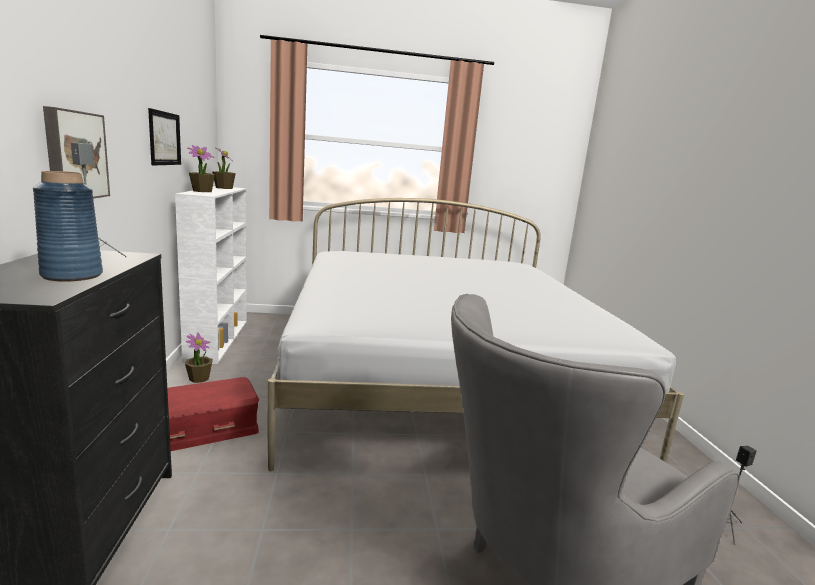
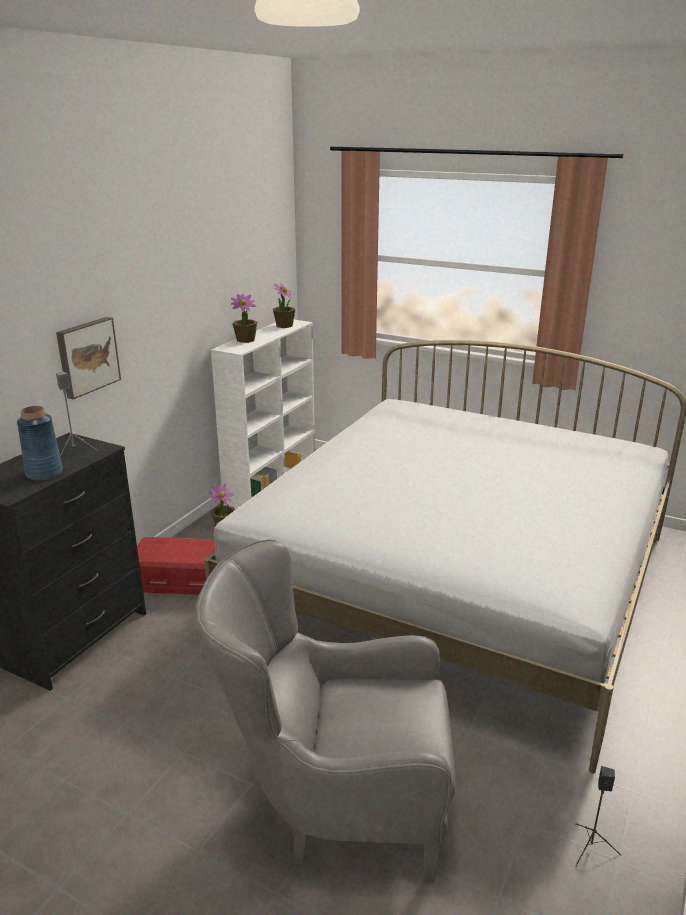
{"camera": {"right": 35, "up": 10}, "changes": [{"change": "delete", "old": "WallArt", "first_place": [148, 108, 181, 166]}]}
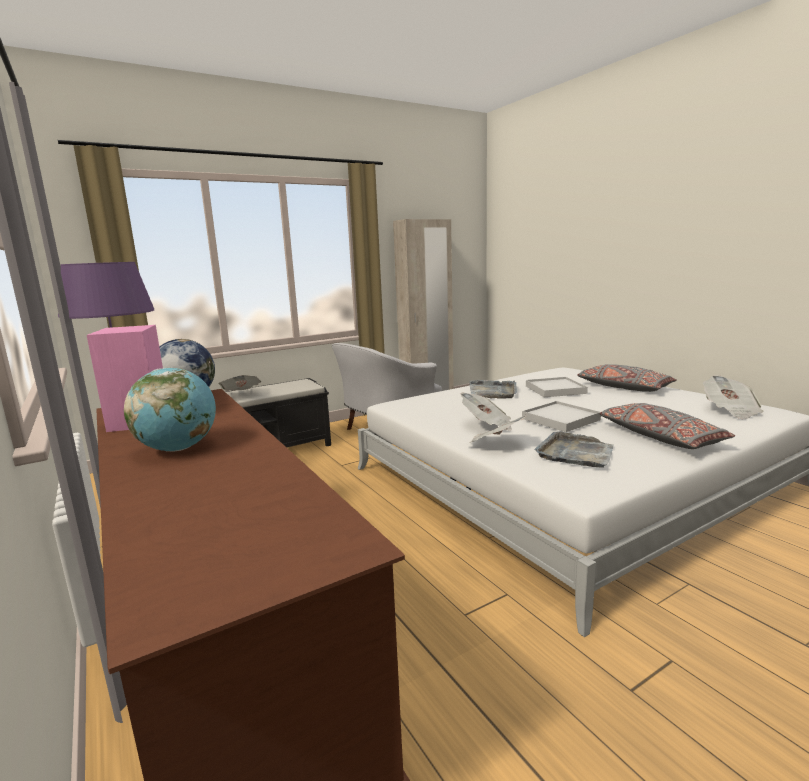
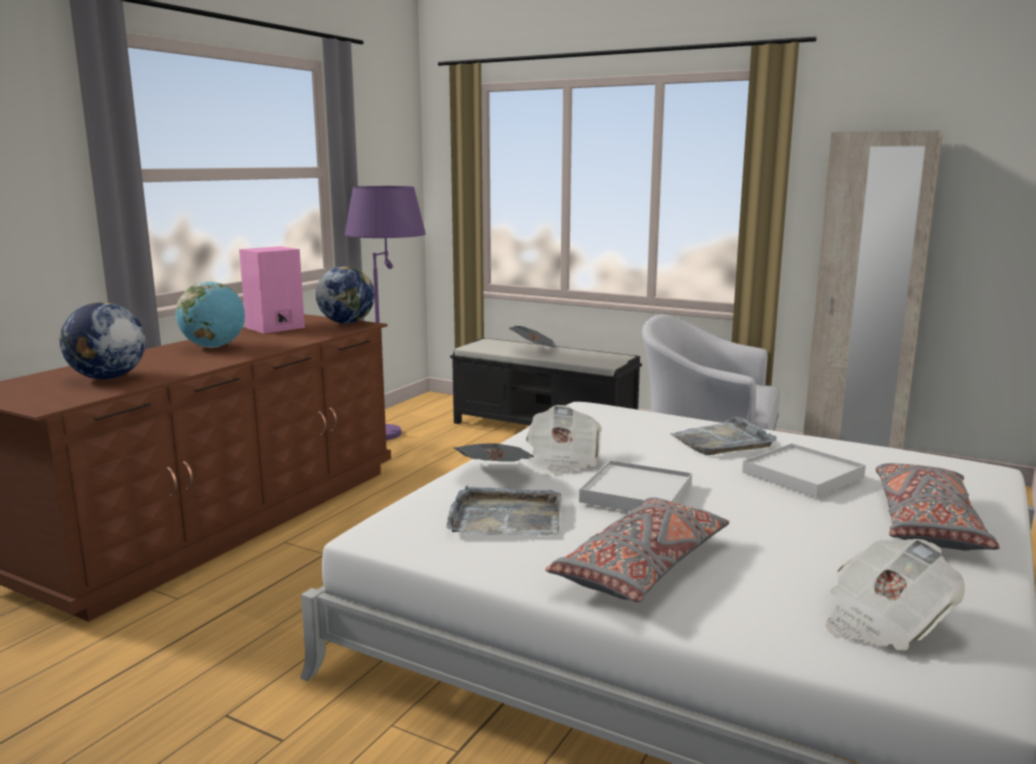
{"camera": {"right": 60, "up": 0}, "changes": [{"change": "insert", "new": "WorldGlobe", "second_place": [59, 302, 146, 379]}]}
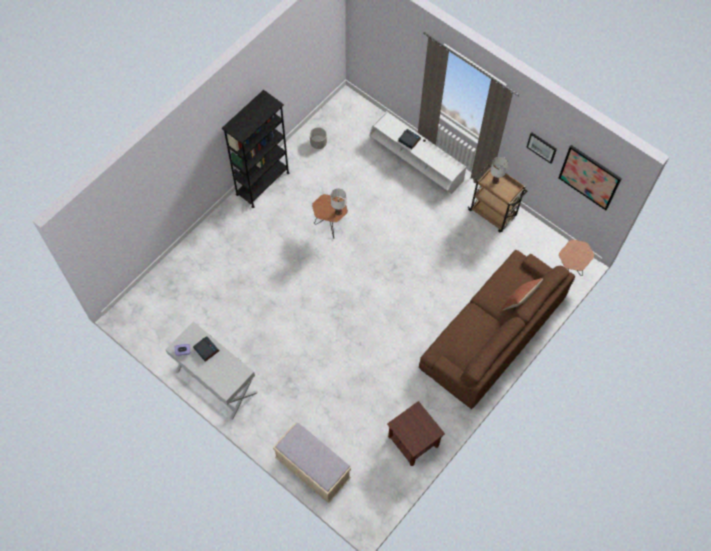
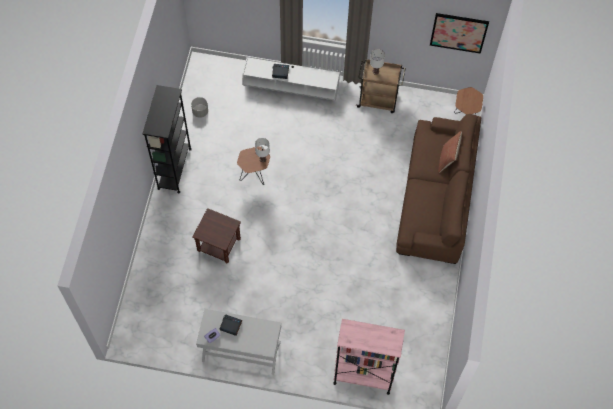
{"camera": {"right": -30, "up": 0}, "changes": [{"change": "replace", "old": "BeigeColouredBench", "new": "PinkShelvingUnit", "first_place": [273, 422, 351, 503], "second_place": [333, 319, 405, 395]}, {"change": "move", "old": "BrownishEndTable", "first_place": [387, 401, 445, 466], "second_place": [192, 208, 241, 263]}, {"change": "delete", "old": "WallArt", "first_place": [527, 132, 557, 164]}]}
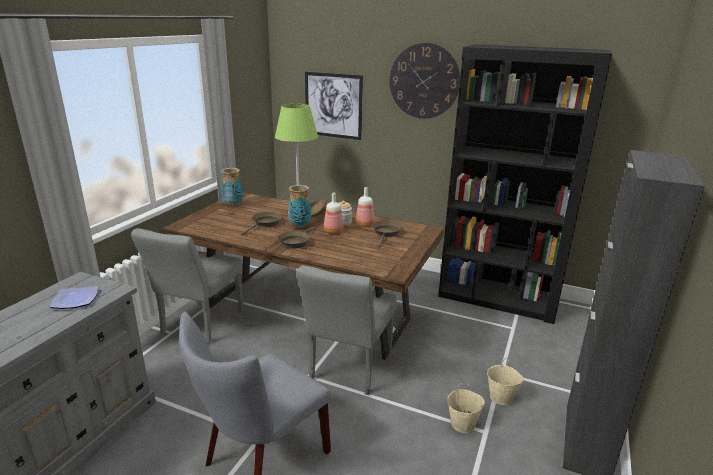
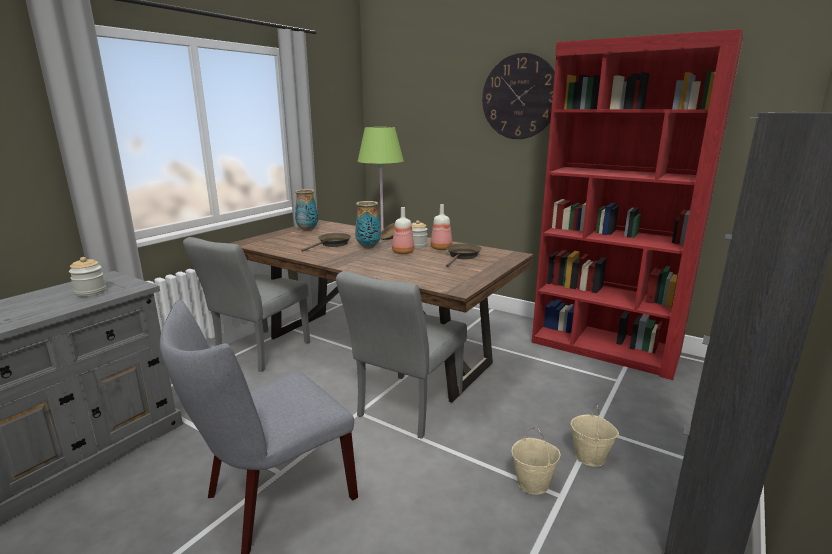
{"camera": {"right": 10, "up": -5}, "changes": [{"change": "replace", "old": "Plate", "new": "Jar", "first_place": [49, 286, 98, 309], "second_place": [69, 257, 106, 297]}, {"change": "delete", "old": "BrownishSkillet", "first_place": [278, 227, 316, 249]}, {"change": "delete", "old": "WallArt", "first_place": [305, 72, 363, 140]}, {"change": "recolor", "old": "BlackishShelvingUnit", "new": "RedColouredShelvingUnit", "first_place": [438, 44, 612, 324], "second_place": [532, 29, 743, 380]}]}
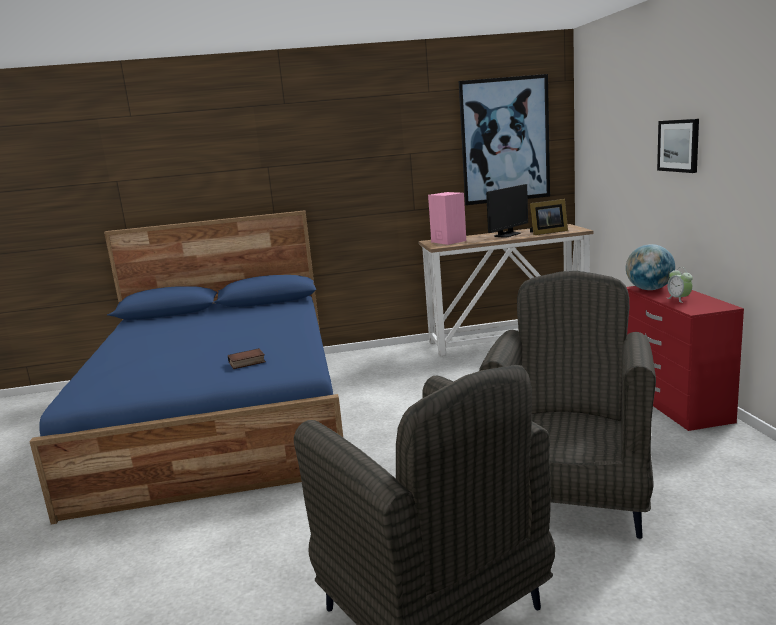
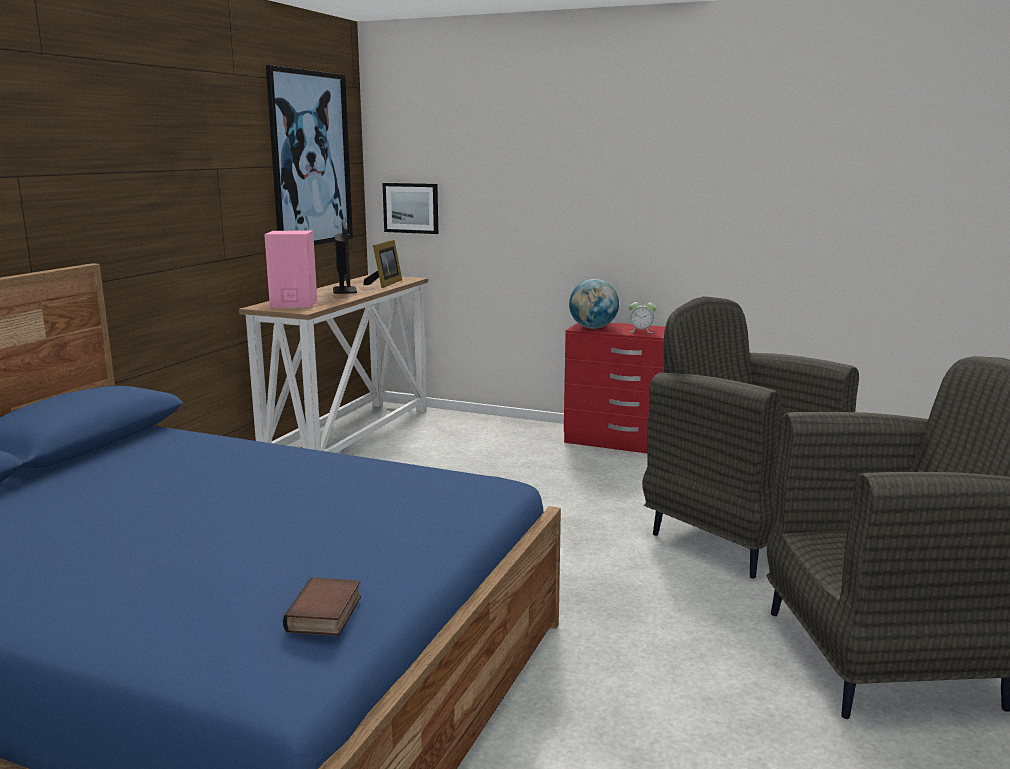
{"camera": {"right": -60, "up": 0}, "changes": [{"change": "move", "old": "BoundBook", "first_place": [228, 348, 266, 369], "second_place": [283, 577, 361, 636]}, {"change": "move", "old": "WallArt", "first_place": [657, 119, 699, 173], "second_place": [382, 183, 438, 234]}]}
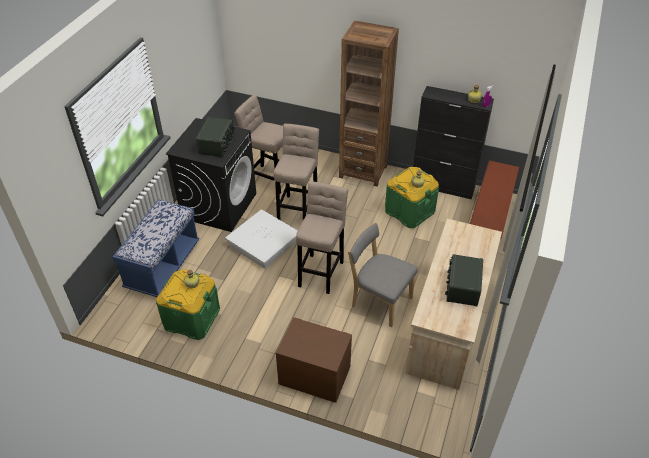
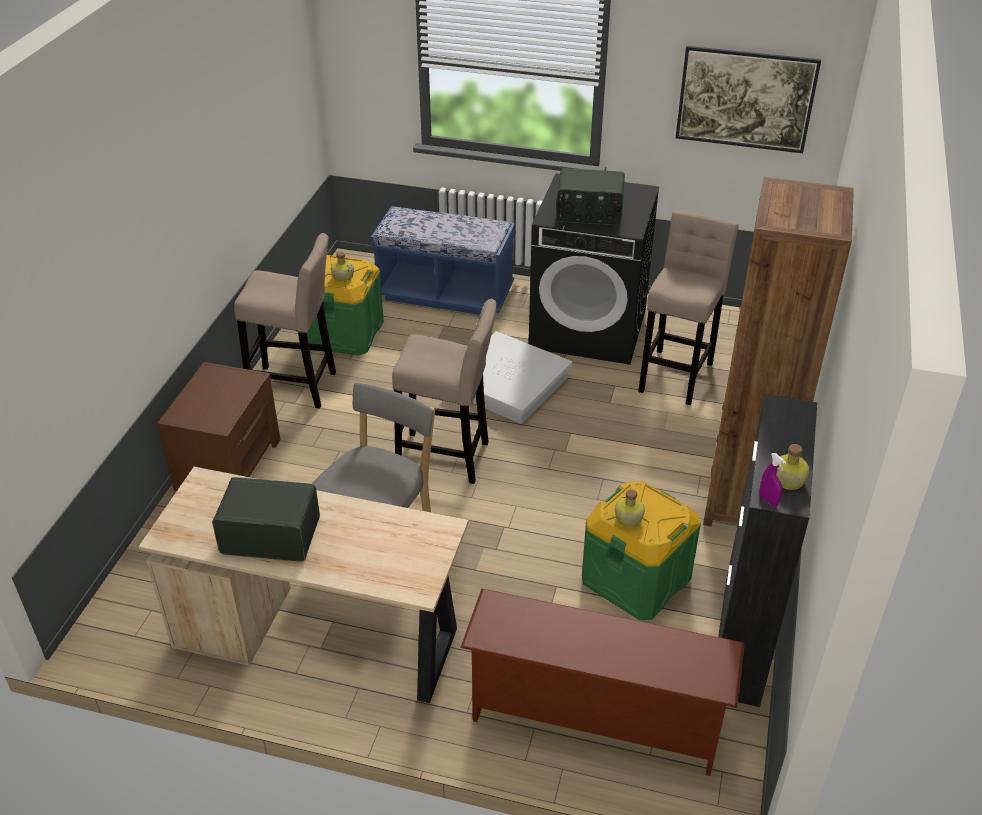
{"camera": {"right": 85, "up": -5}, "changes": [{"change": "move", "old": "BeigeColouredStoolSeat", "first_place": [274, 124, 319, 220], "second_place": [234, 233, 336, 408]}, {"change": "insert", "new": "WallArt", "second_place": [676, 46, 821, 153]}]}
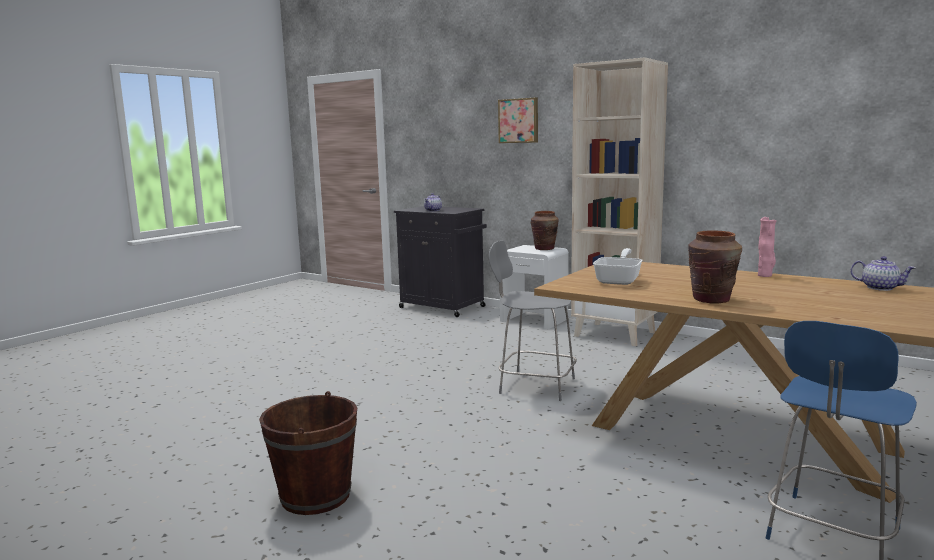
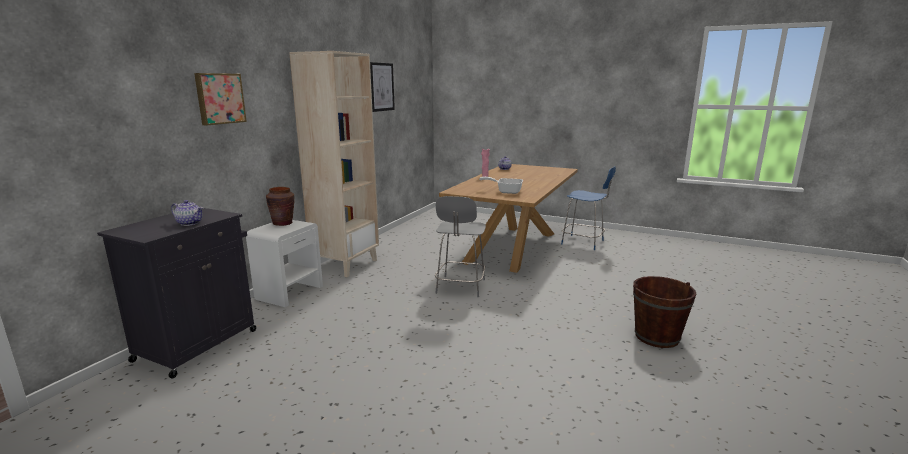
{"camera": {"right": -100, "up": 5}, "changes": [{"change": "delete", "old": "BrownishFlowerVase", "first_place": [688, 230, 742, 303]}, {"change": "insert", "new": "WallArt", "second_place": [370, 62, 395, 112]}]}
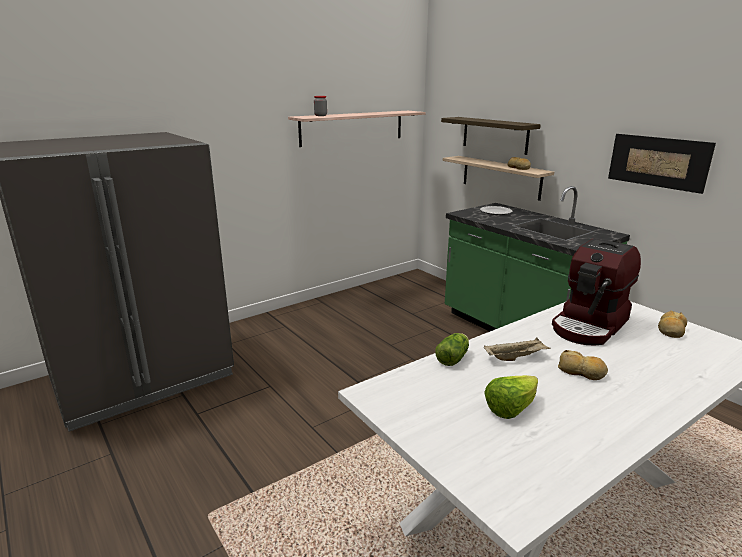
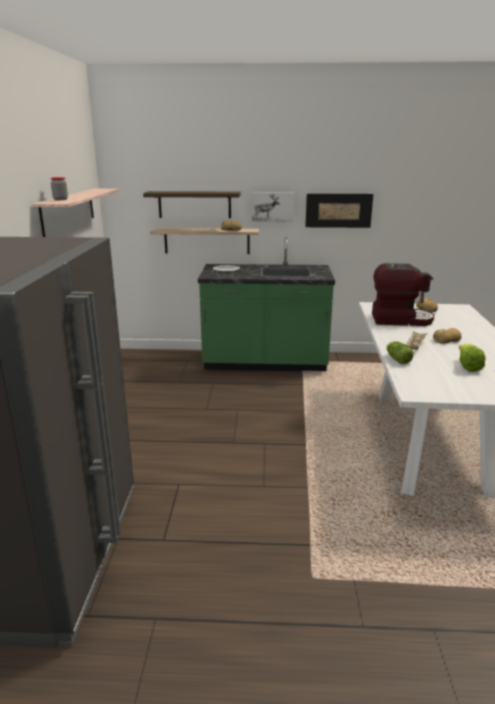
{"camera": {"right": -50, "up": 0}, "changes": [{"change": "rotate", "old": "CoffeeMachine", "first_place": [552, 238, 641, 346], "second_place": [372, 263, 434, 326], "degrees": -75}, {"change": "insert", "new": "WallArt", "second_place": [252, 192, 294, 222]}]}
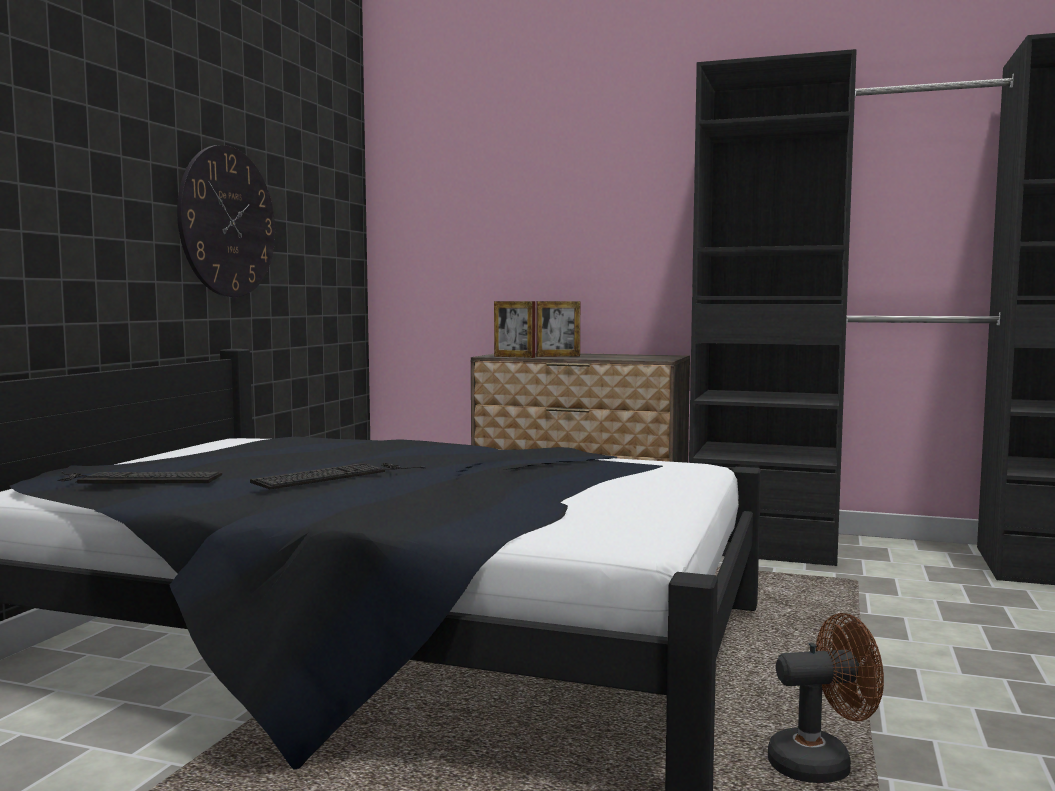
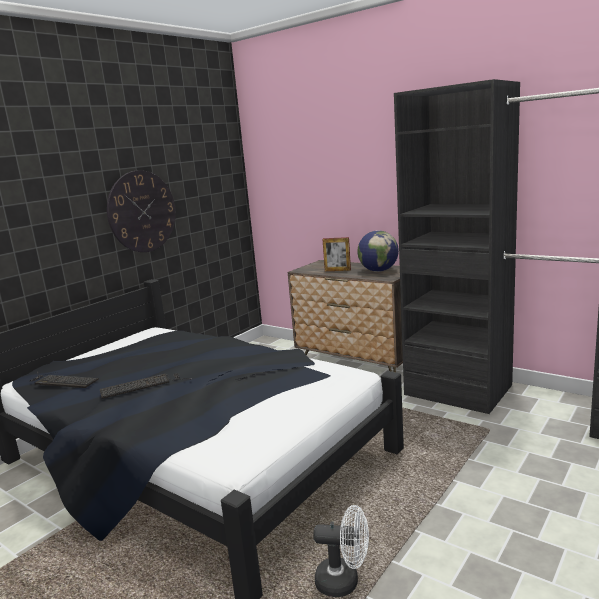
{"camera": {"right": 20, "up": 10}, "changes": [{"change": "delete", "old": "StandingFrame", "first_place": [494, 301, 535, 358]}, {"change": "recolor", "old": "BrownishElectricFan", "new": "WhitishElectricFan", "first_place": [768, 613, 884, 783], "second_place": [313, 505, 369, 597]}, {"change": "insert", "new": "WorldGlobe", "second_place": [357, 230, 399, 272]}]}
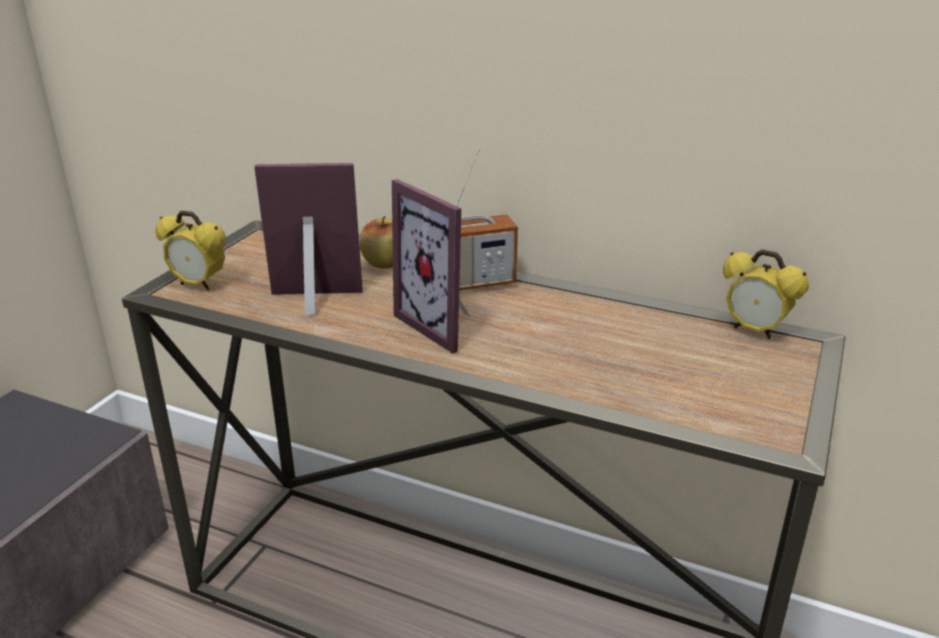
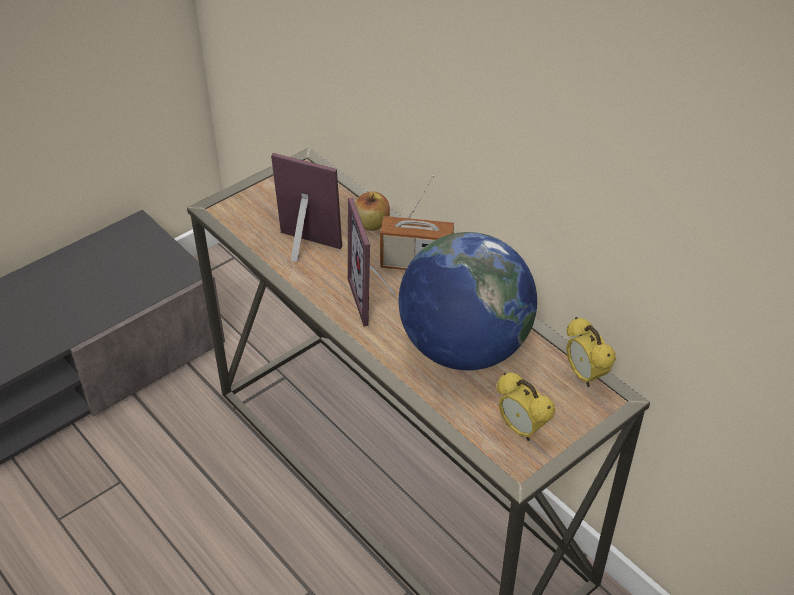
{"camera": {"right": 25, "up": 15}, "changes": [{"change": "move", "old": "BedsideClock", "first_place": [155, 211, 225, 291], "second_place": [497, 372, 555, 441]}, {"change": "insert", "new": "WorldGlobe", "second_place": [399, 232, 537, 370]}]}
